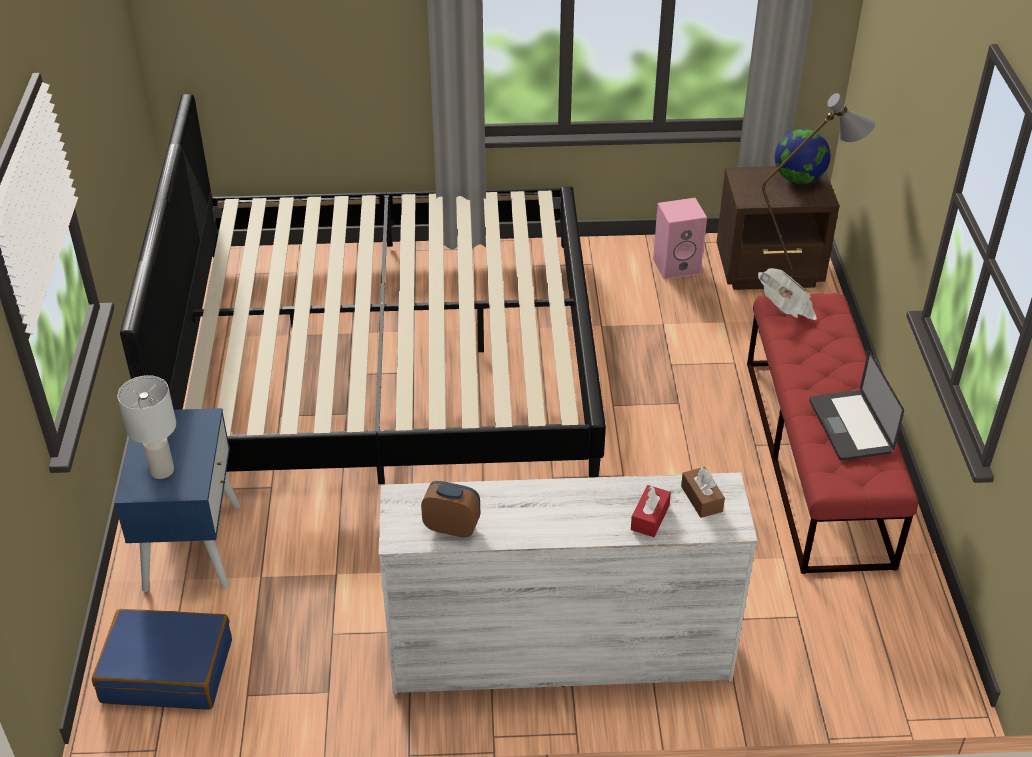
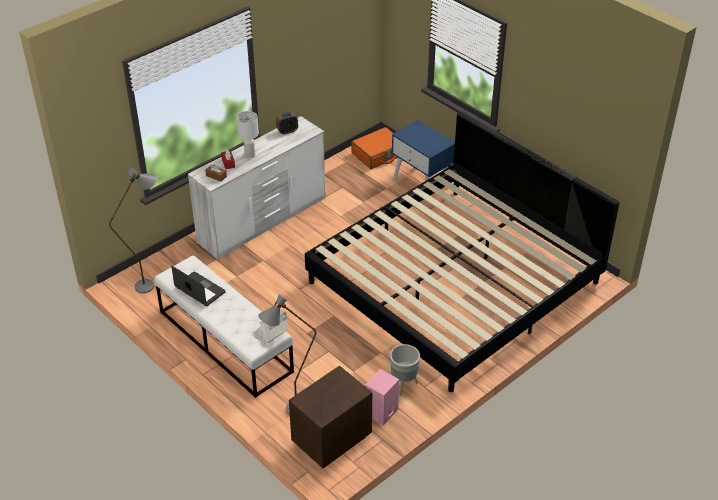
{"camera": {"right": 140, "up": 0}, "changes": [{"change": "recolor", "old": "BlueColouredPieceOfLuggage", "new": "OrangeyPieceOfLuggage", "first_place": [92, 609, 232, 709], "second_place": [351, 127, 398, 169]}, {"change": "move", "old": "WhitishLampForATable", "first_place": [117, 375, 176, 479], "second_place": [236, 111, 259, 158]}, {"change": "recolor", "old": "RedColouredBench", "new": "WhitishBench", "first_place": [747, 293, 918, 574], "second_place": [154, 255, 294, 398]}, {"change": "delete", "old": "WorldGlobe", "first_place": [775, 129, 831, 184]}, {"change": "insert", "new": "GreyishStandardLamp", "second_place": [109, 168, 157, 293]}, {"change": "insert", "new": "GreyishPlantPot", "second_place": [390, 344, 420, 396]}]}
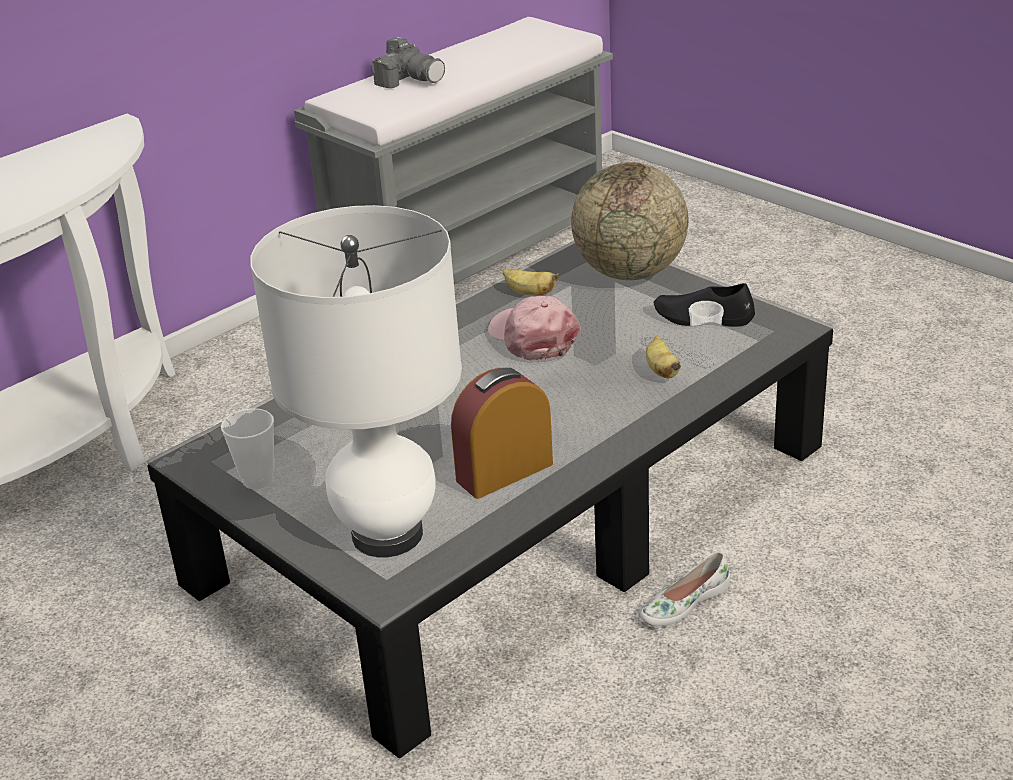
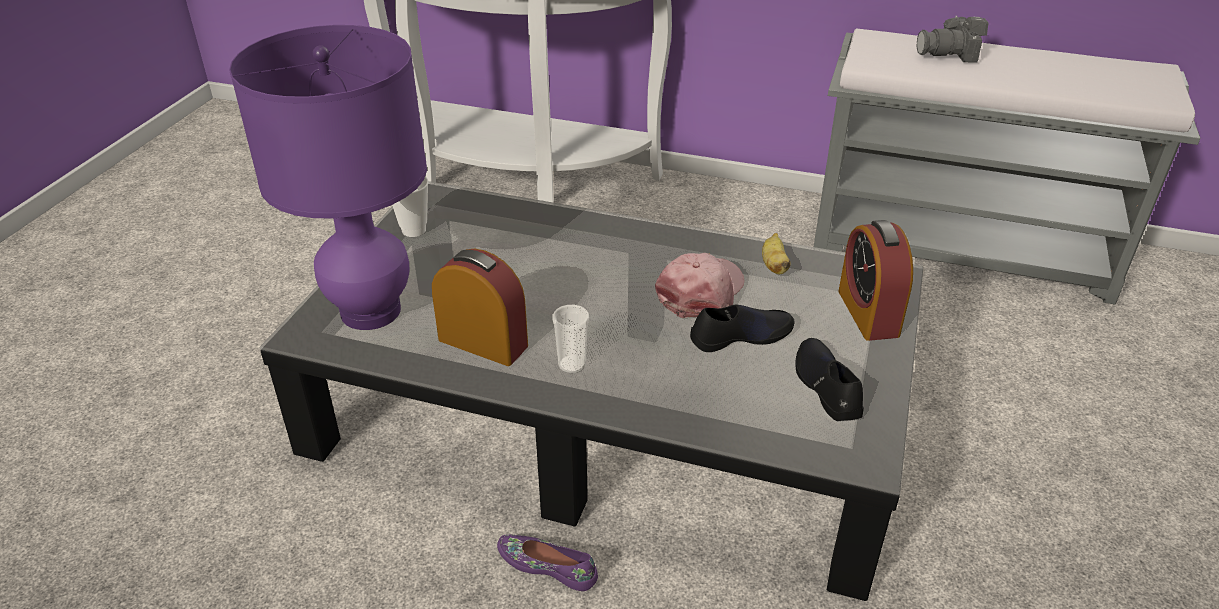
{"camera": {"right": 60, "up": 5}, "changes": [{"change": "recolor", "old": "WhitishLampForATable", "new": "PurpleColouredLampForATable", "first_place": [250, 205, 462, 557], "second_place": [229, 25, 427, 330]}, {"change": "rotate", "old": "PhotoCamera", "first_place": [371, 37, 445, 88], "second_place": [916, 16, 988, 63], "degrees": 75}, {"change": "replace", "old": "WorldGlobe", "new": "BedsideClock", "first_place": [571, 162, 688, 280], "second_place": [838, 220, 913, 341]}, {"change": "recolor", "old": "WhitishLowShoe", "new": "PurpleColouredLowShoe", "first_place": [640, 552, 730, 627], "second_place": [497, 534, 598, 591]}, {"change": "delete", "old": "WholeBanana", "first_place": [646, 336, 681, 378]}, {"change": "move", "old": "DrinkingCup", "first_place": [689, 301, 724, 368], "second_place": [552, 305, 589, 373]}, {"change": "insert", "new": "BlackishLowShoe", "second_place": [690, 305, 794, 352]}]}
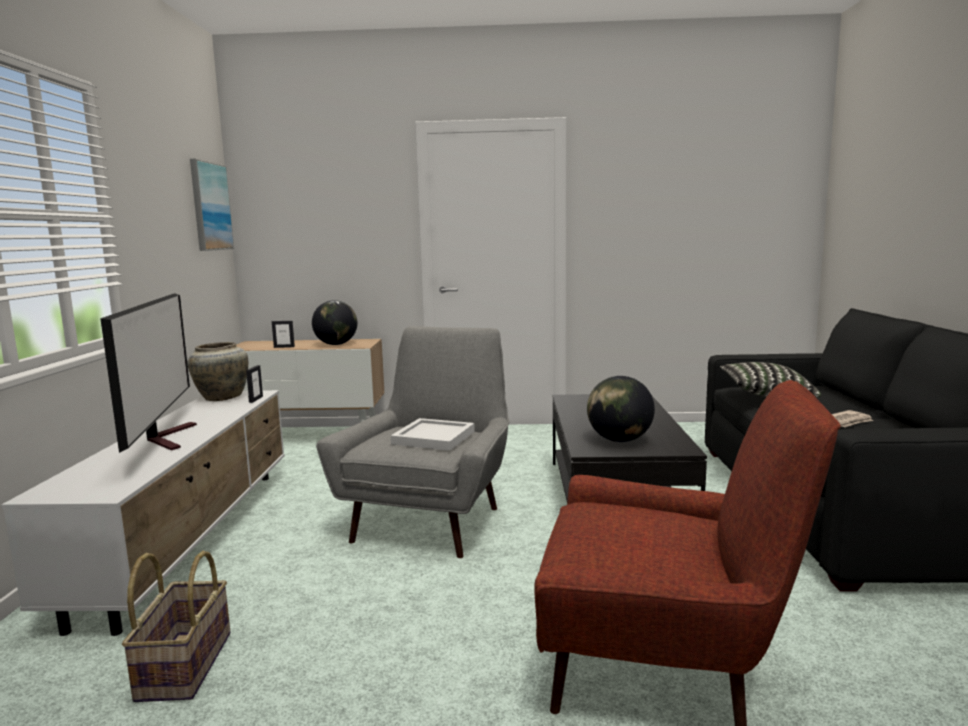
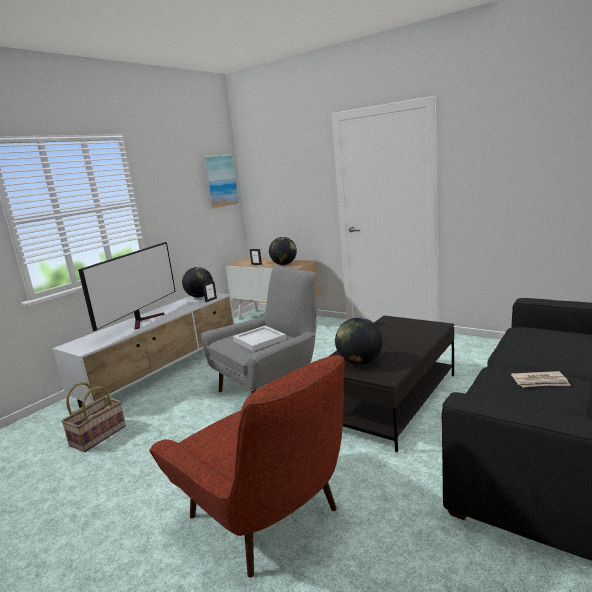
{"camera": {"right": 35, "up": 5}, "changes": [{"change": "replace", "old": "BeigeColouredFlowerVase", "new": "WorldGlobe", "first_place": [188, 342, 248, 401], "second_place": [182, 267, 213, 297]}, {"change": "delete", "old": "Pillow", "first_place": [720, 362, 821, 398]}]}
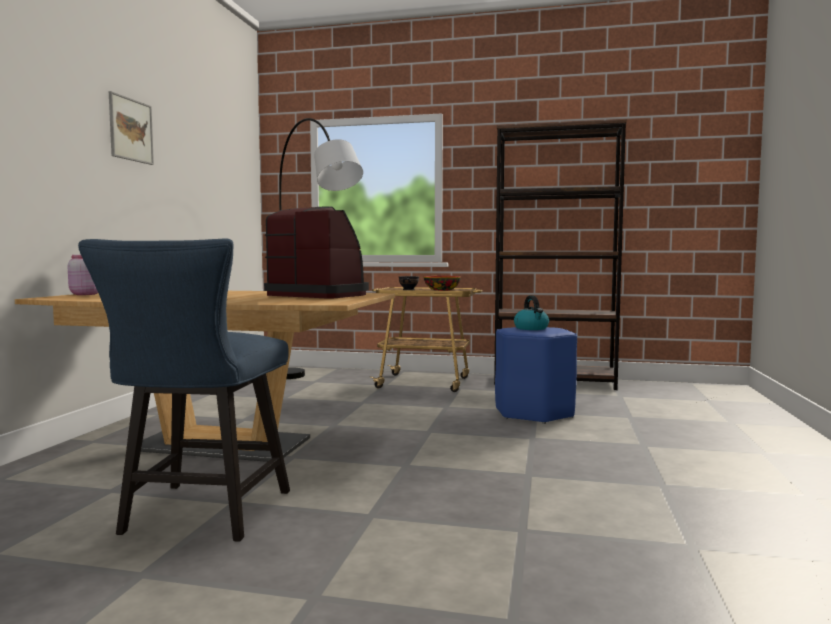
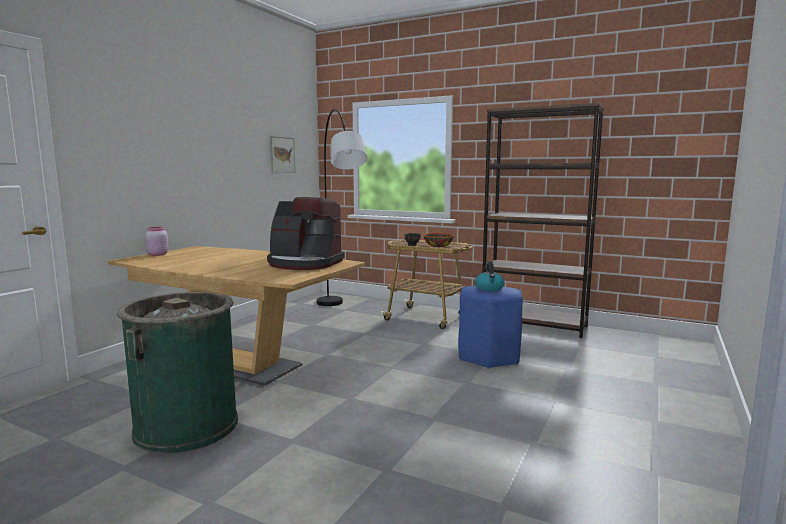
{"camera": {"right": 15, "up": 5}, "changes": [{"change": "replace", "old": "BlueColouredUprightChair", "new": "GreenishRubbishBin", "first_place": [78, 239, 290, 542], "second_place": [117, 292, 238, 453]}, {"change": "move", "old": "WallArt", "first_place": [109, 91, 154, 165], "second_place": [270, 136, 296, 173]}, {"change": "rotate", "old": "CoffeeMachine", "first_place": [264, 206, 369, 298], "second_place": [267, 197, 344, 270], "degrees": 150}]}
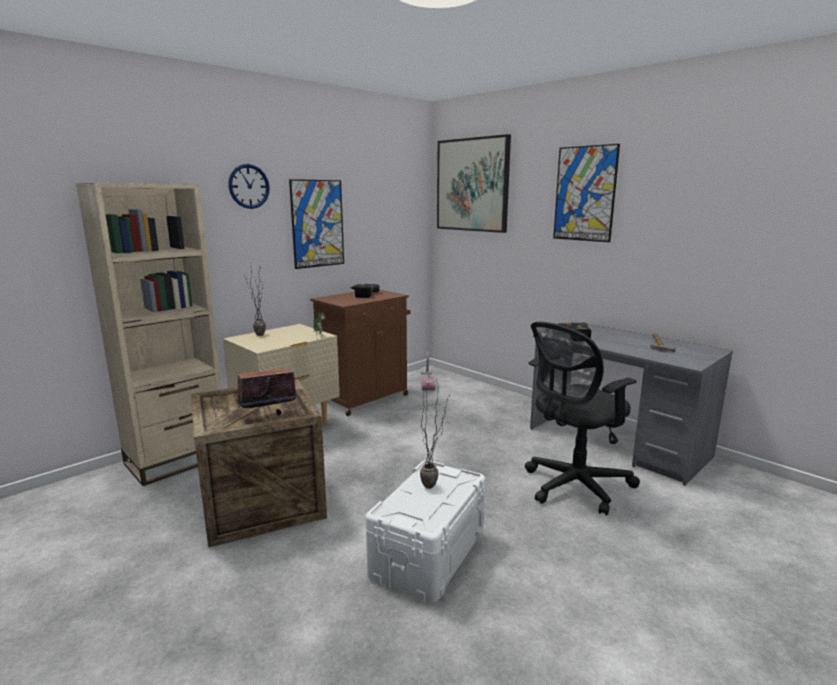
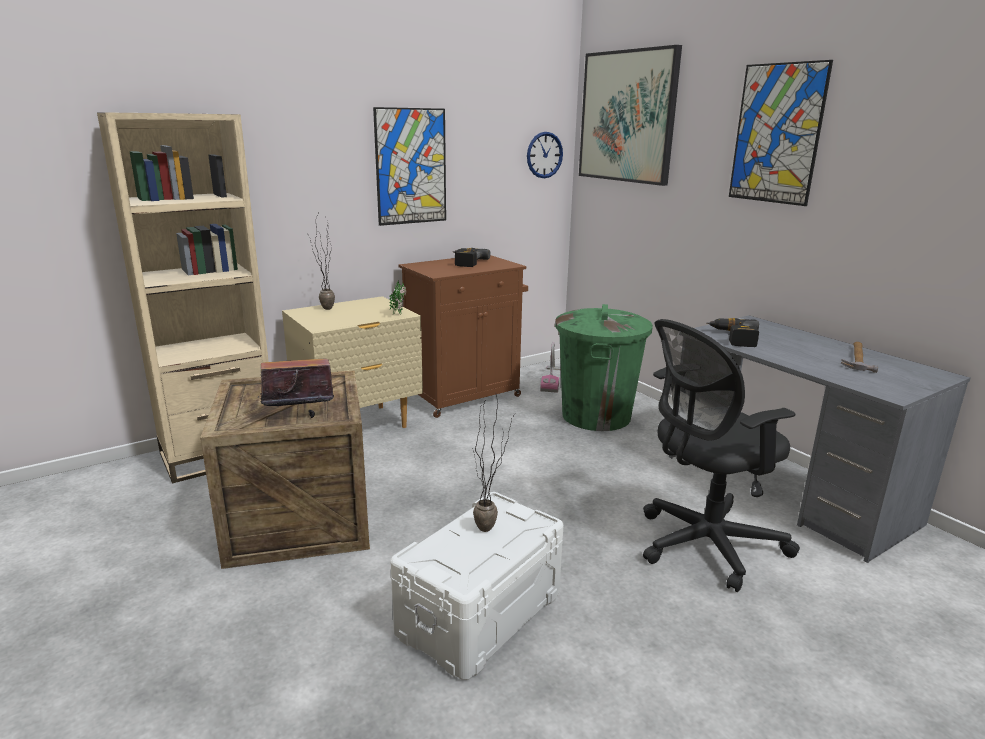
{"camera": {"right": 10, "up": 5}, "changes": [{"change": "move", "old": "WallClock", "first_place": [228, 164, 270, 209], "second_place": [527, 132, 563, 178]}, {"change": "insert", "new": "GreenishRubbishBin", "second_place": [555, 304, 653, 431]}]}
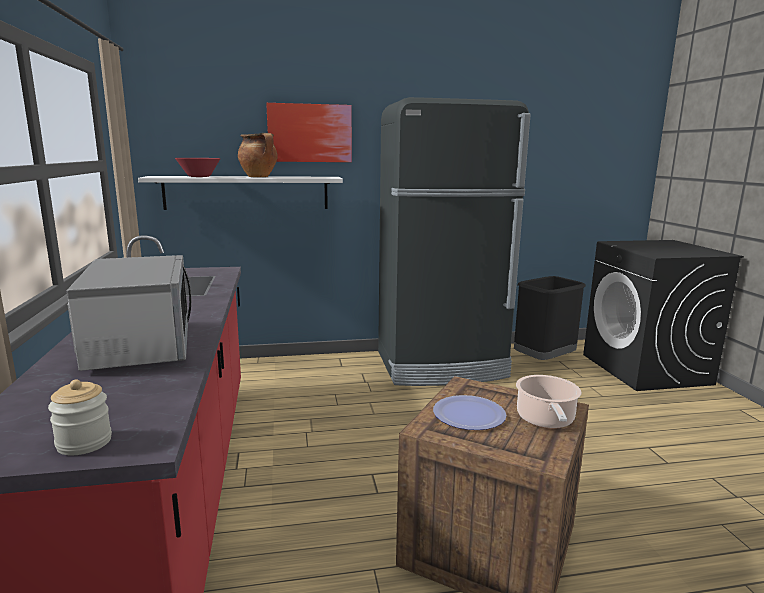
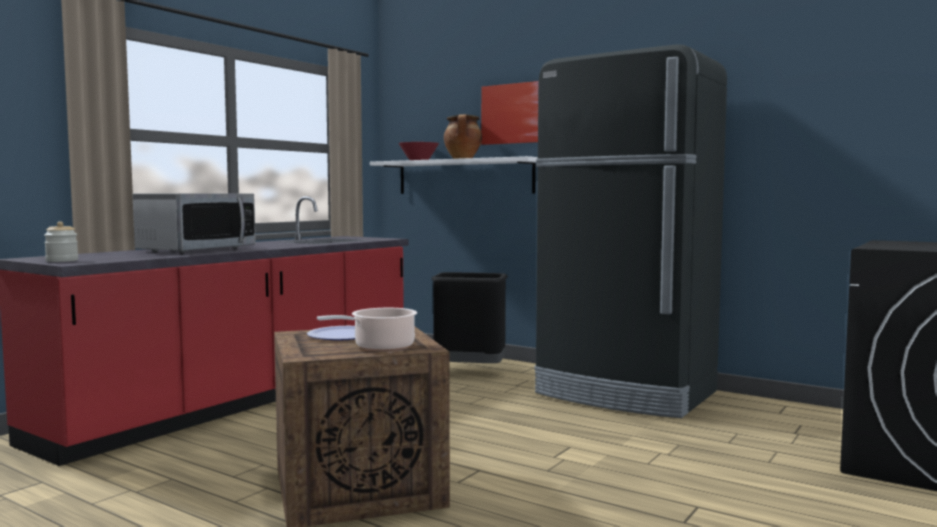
{"camera": {"right": 45, "up": -10}, "changes": [{"change": "move", "old": "BlackishRubbishBin", "first_place": [514, 276, 586, 360], "second_place": [431, 272, 508, 363]}]}
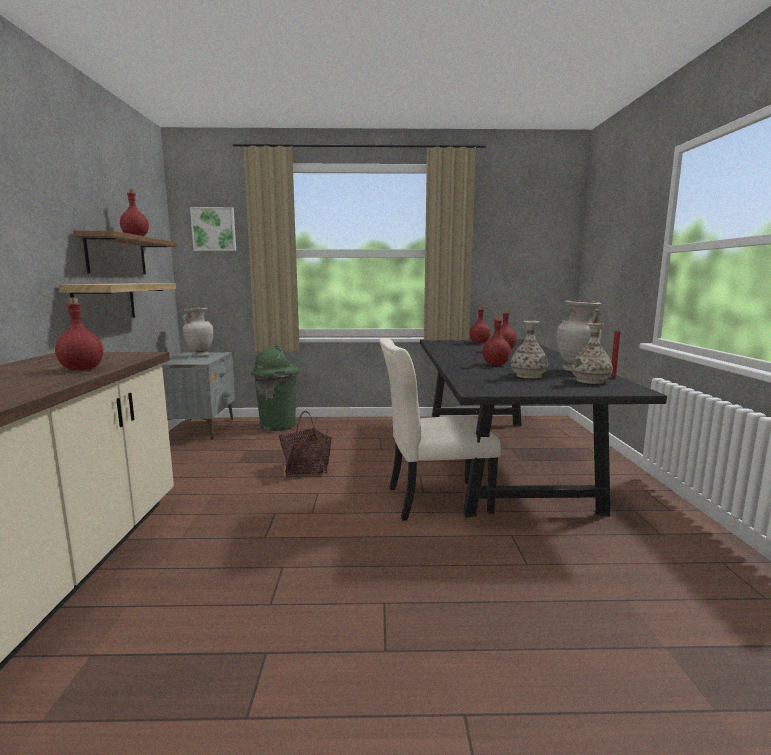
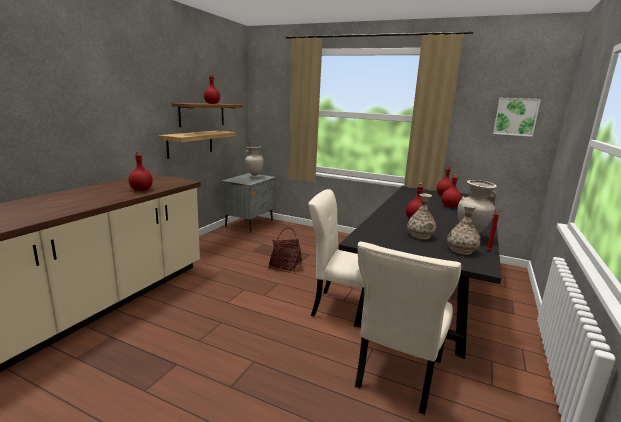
{"camera": {"right": 25, "up": 5}, "changes": [{"change": "move", "old": "WallArt", "first_place": [190, 207, 236, 251], "second_place": [493, 98, 541, 137]}, {"change": "delete", "old": "GreenishRubbishBin", "first_place": [251, 345, 299, 431]}, {"change": "insert", "new": "BeigeColouredUprightChair", "second_place": [355, 242, 461, 415]}]}
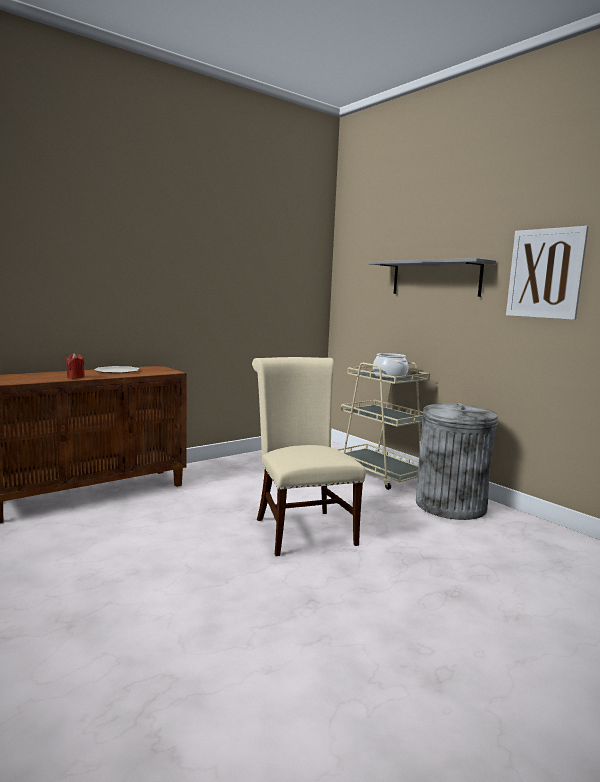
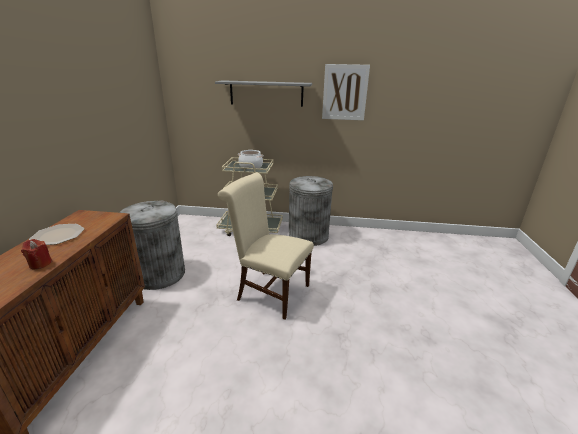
{"camera": {"right": -45, "up": 15}, "changes": [{"change": "insert", "new": "GreyishRubbishBin", "second_place": [119, 200, 185, 290]}]}
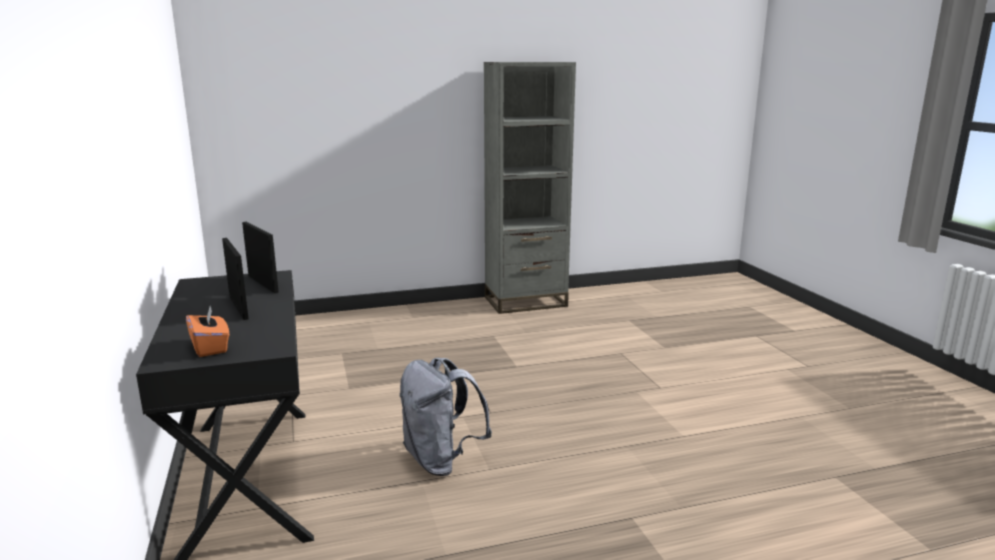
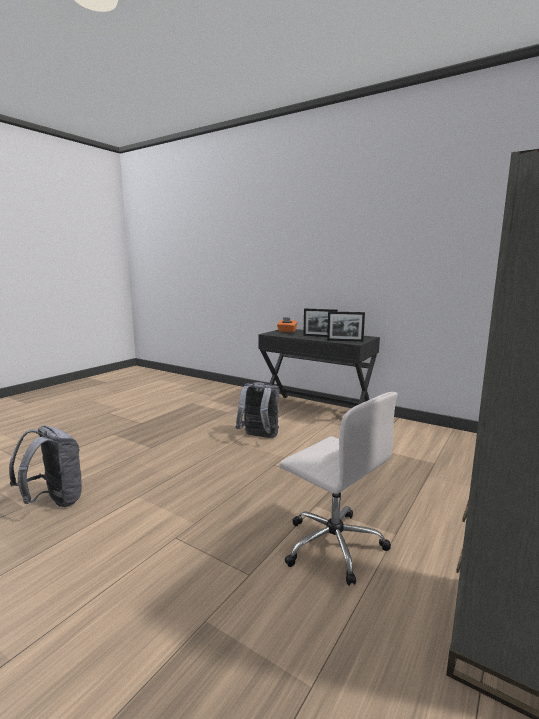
{"camera": {"right": 140, "up": -5}, "changes": [{"change": "insert", "new": "GreyishRucksack", "second_place": [9, 426, 83, 507]}, {"change": "insert", "new": "WhitishComputerChair", "second_place": [279, 392, 398, 586]}]}
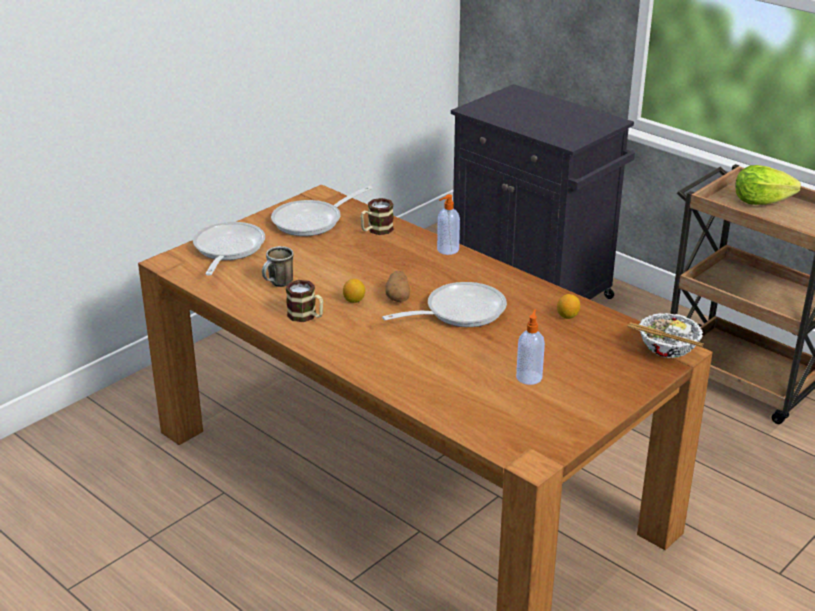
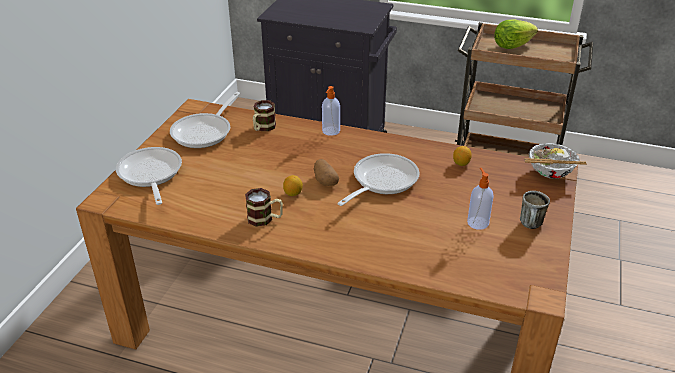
{"camera": {"right": -25, "up": 5}, "changes": [{"change": "move", "old": "CoffeeMug", "first_place": [262, 246, 294, 287], "second_place": [520, 191, 550, 229]}]}
